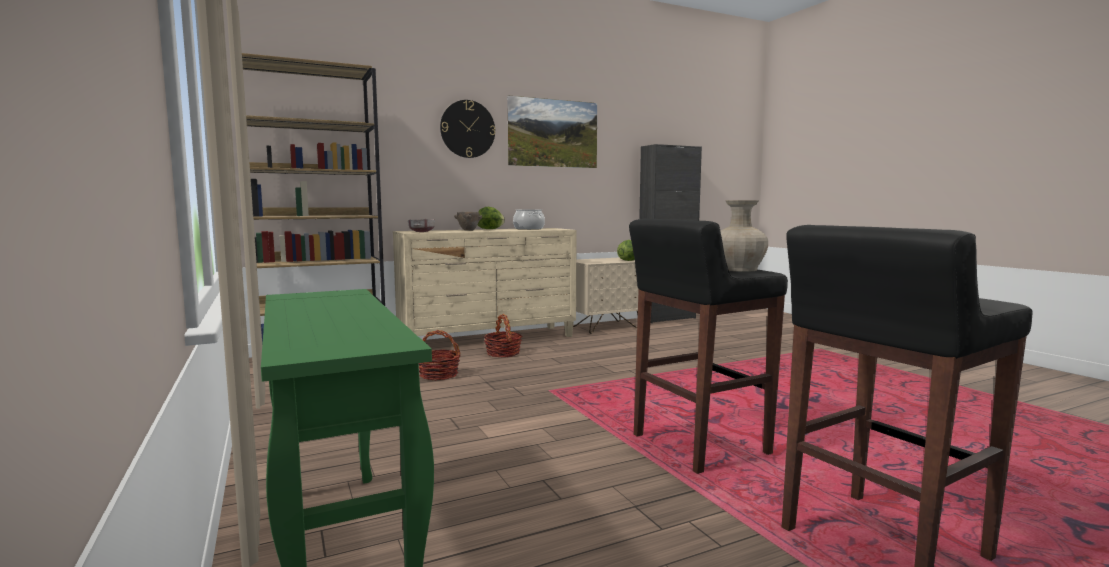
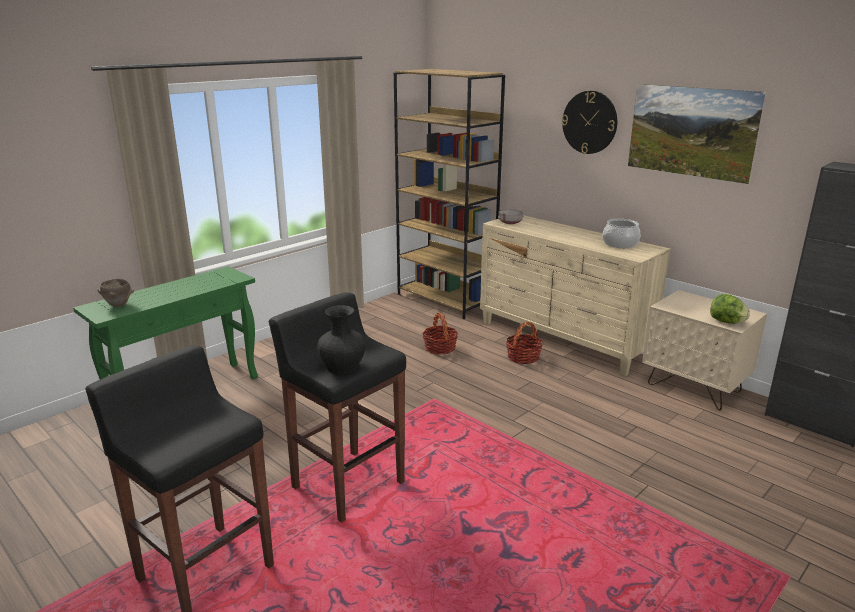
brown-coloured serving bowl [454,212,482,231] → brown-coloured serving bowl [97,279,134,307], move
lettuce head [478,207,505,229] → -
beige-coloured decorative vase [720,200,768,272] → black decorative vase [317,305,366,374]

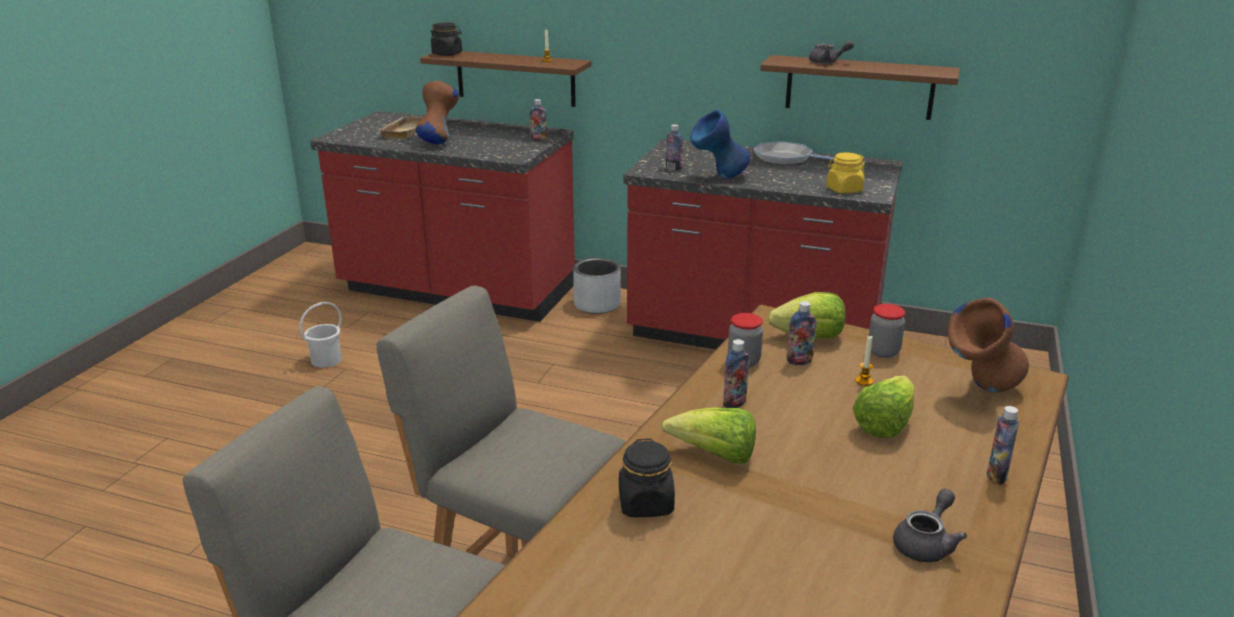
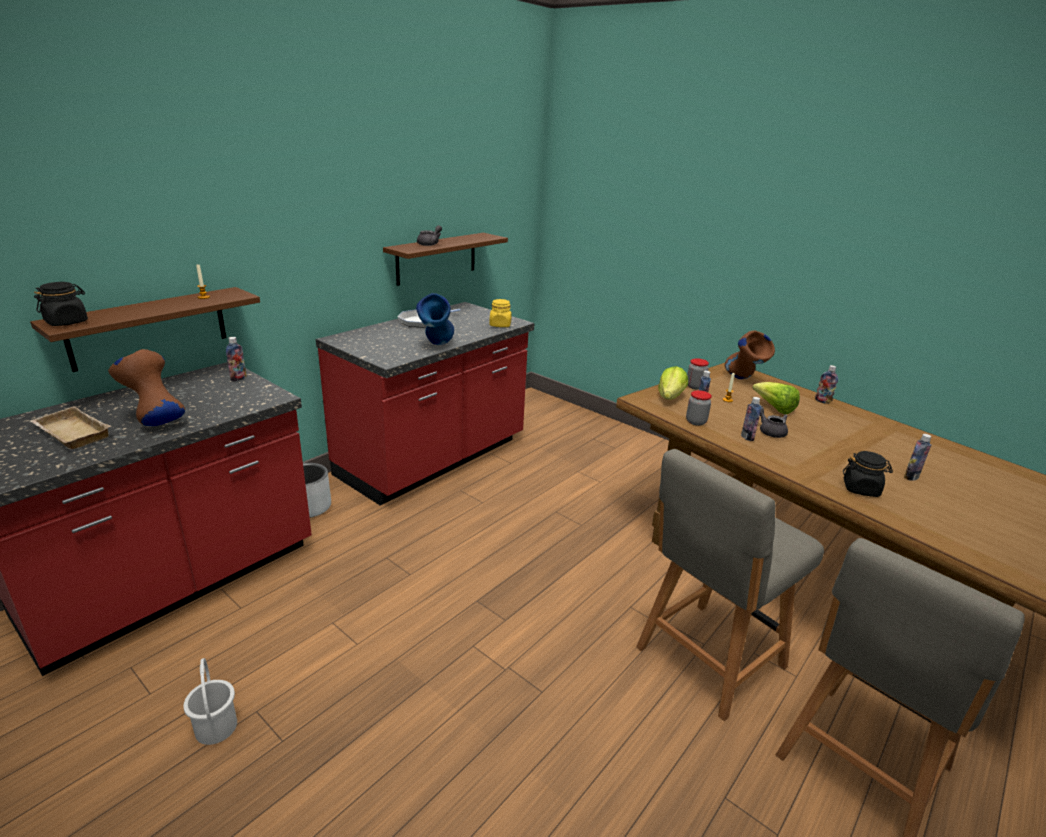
lettuce head [662,407,756,464] → -
drink bottle [666,124,683,171] → drink bottle [904,434,931,481], move
greyish tea pot [893,489,967,562] → greyish tea pot [760,405,788,438], move

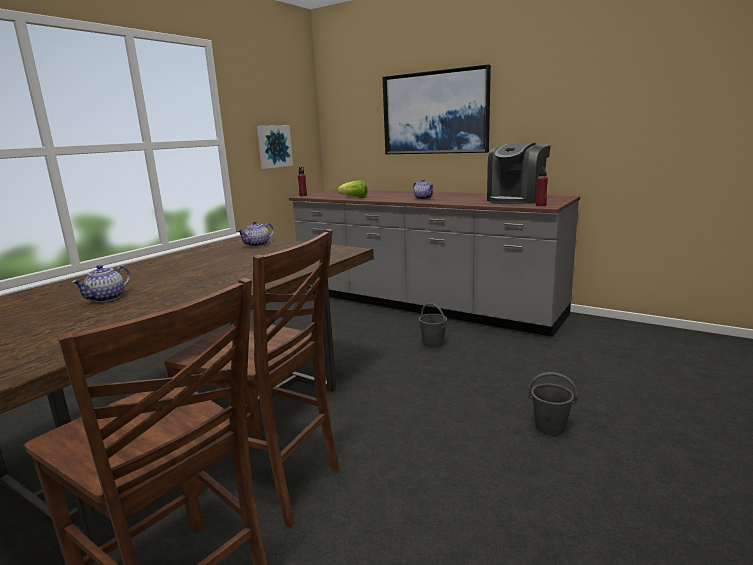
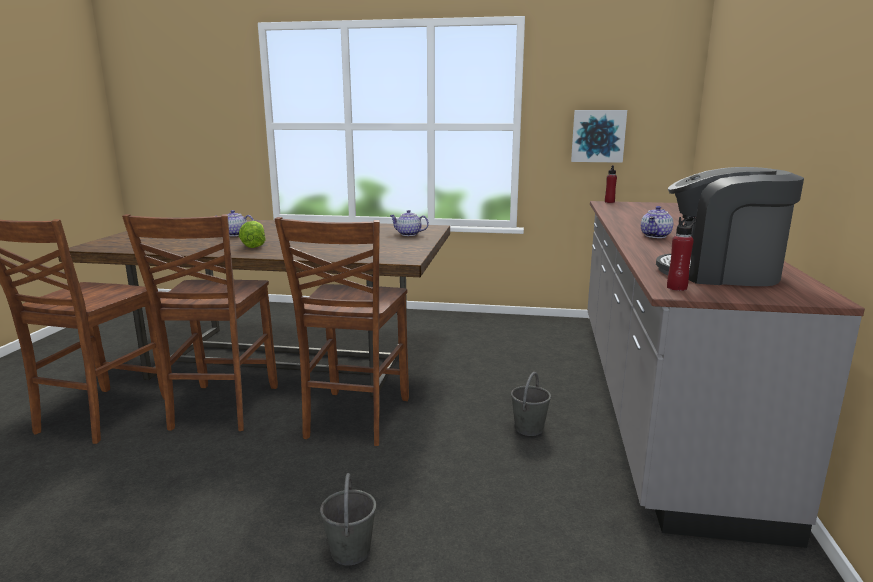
lettuce head [338,180,368,198] → lettuce head [239,221,266,248], move
picture [382,64,491,154] → -
- → brown-coloured upright chair [274,217,409,446]

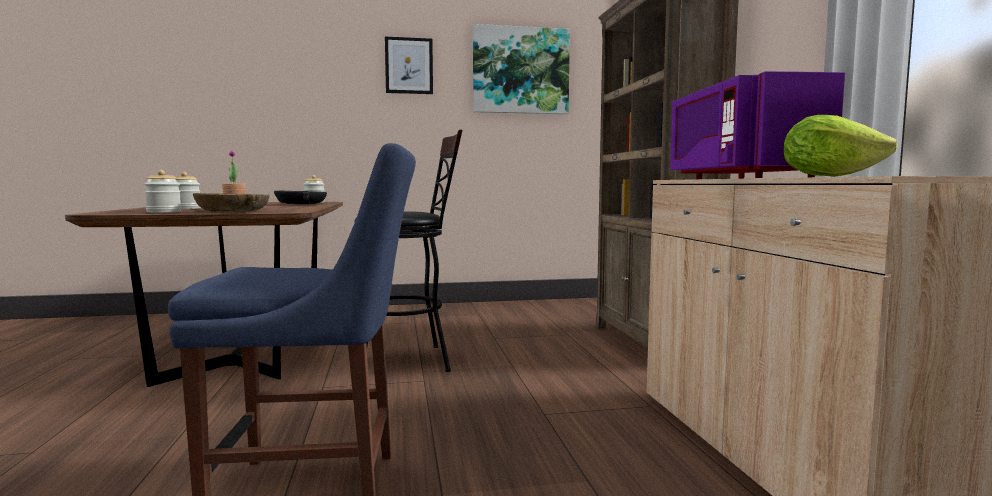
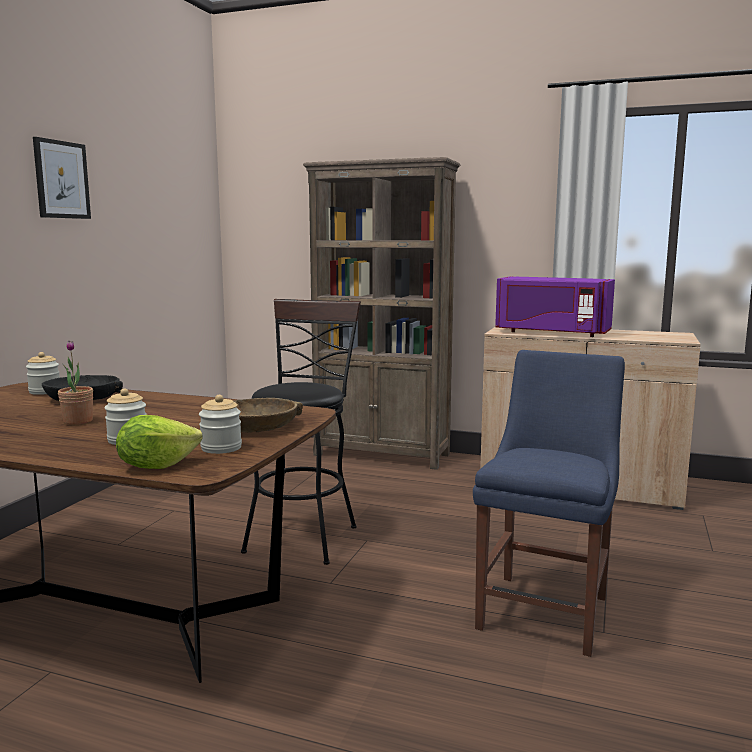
picture [473,24,570,114] → -
lettuce head [783,115,898,177] → lettuce head [116,415,202,469], move

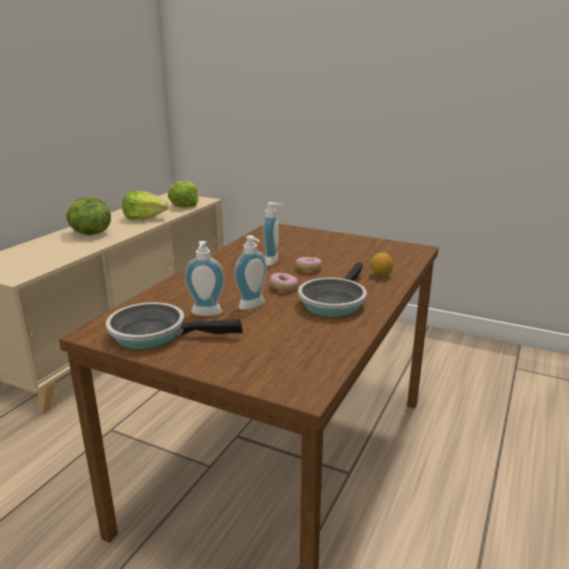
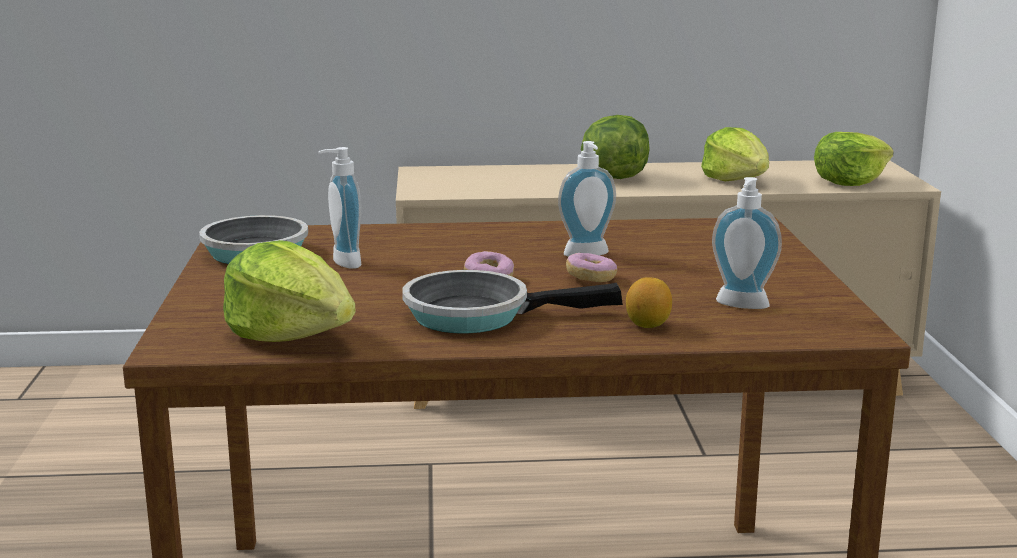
soap dispenser [234,235,267,310] → soap dispenser [712,177,782,309], move
- → lettuce head [223,240,356,342]

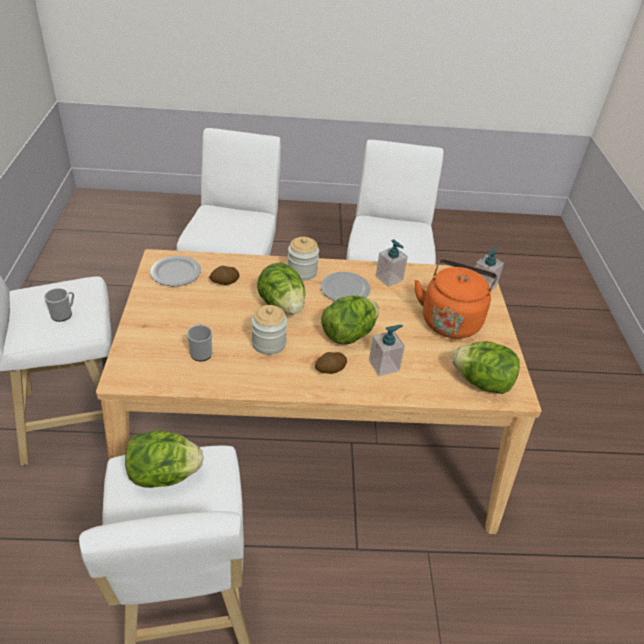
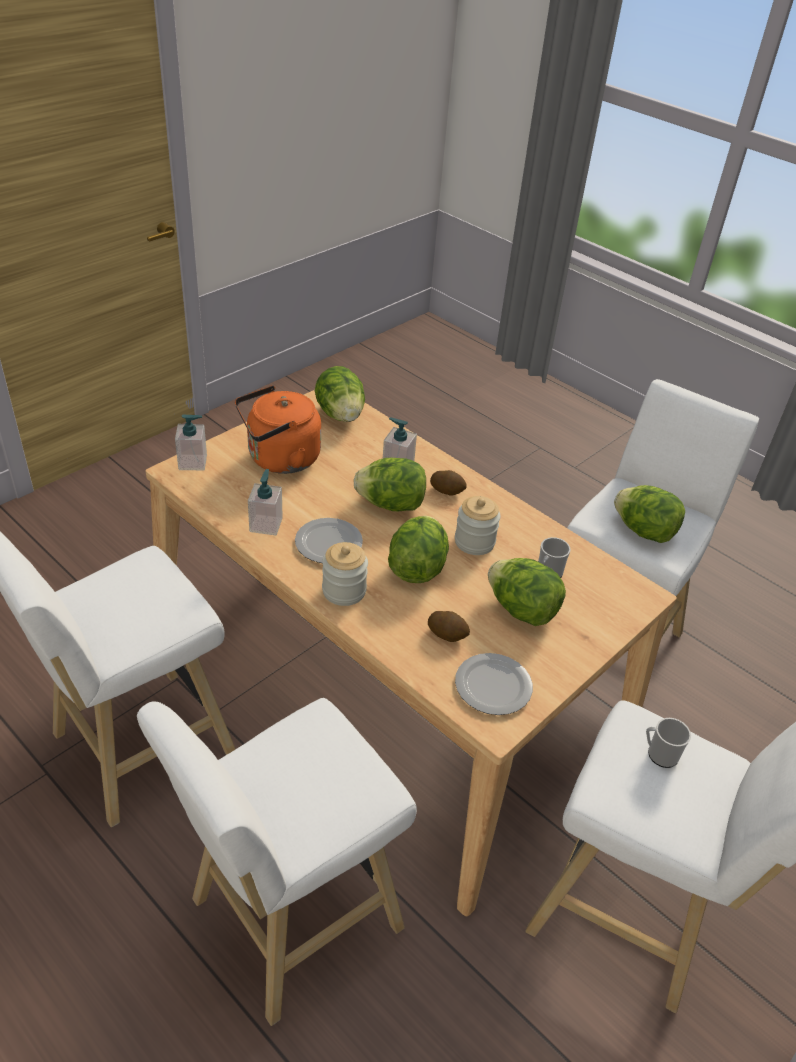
- → lettuce head [488,558,566,626]

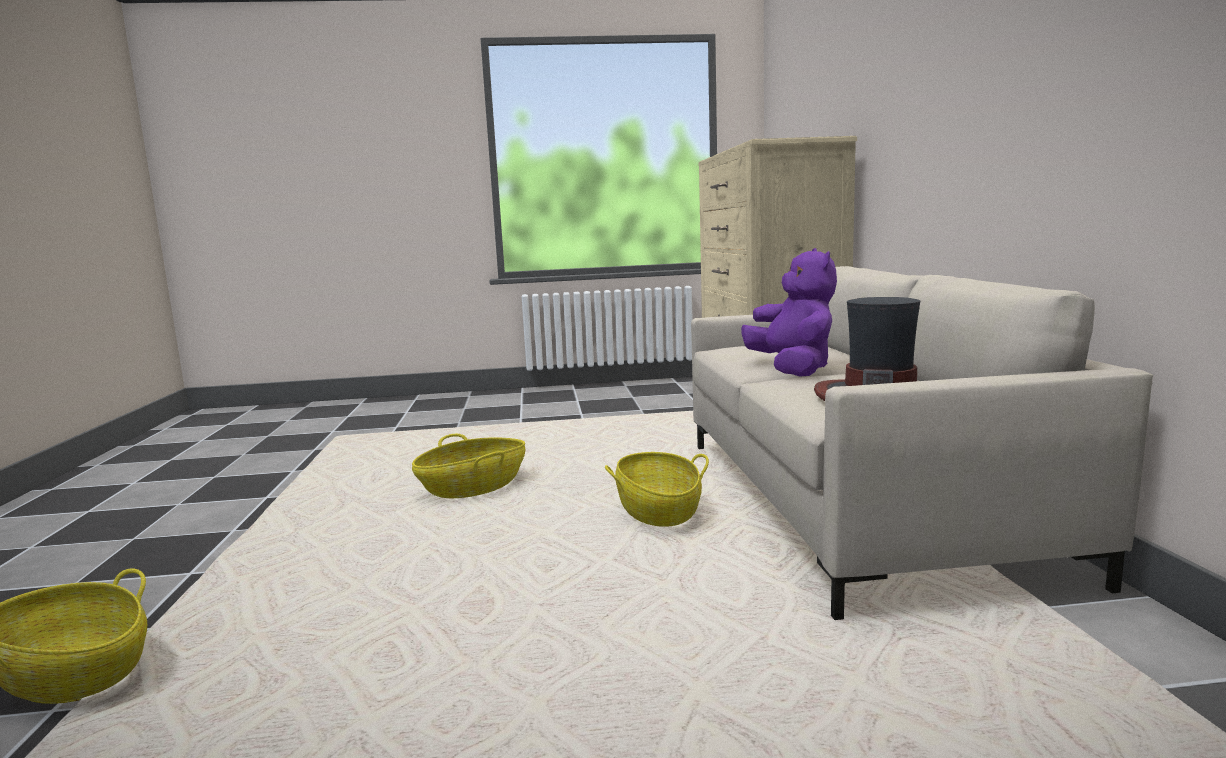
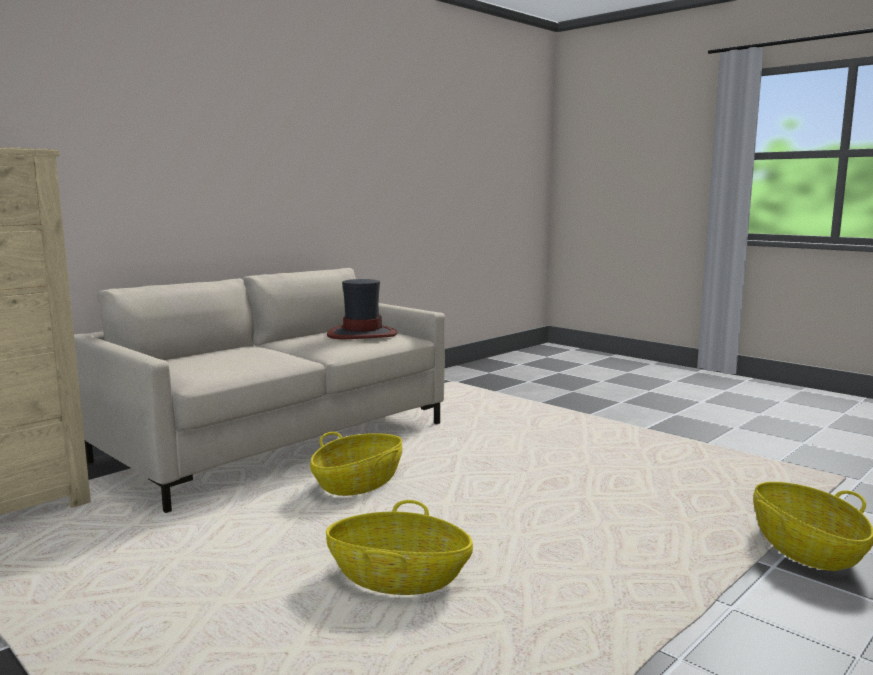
purple plush toy [741,248,837,377] → -

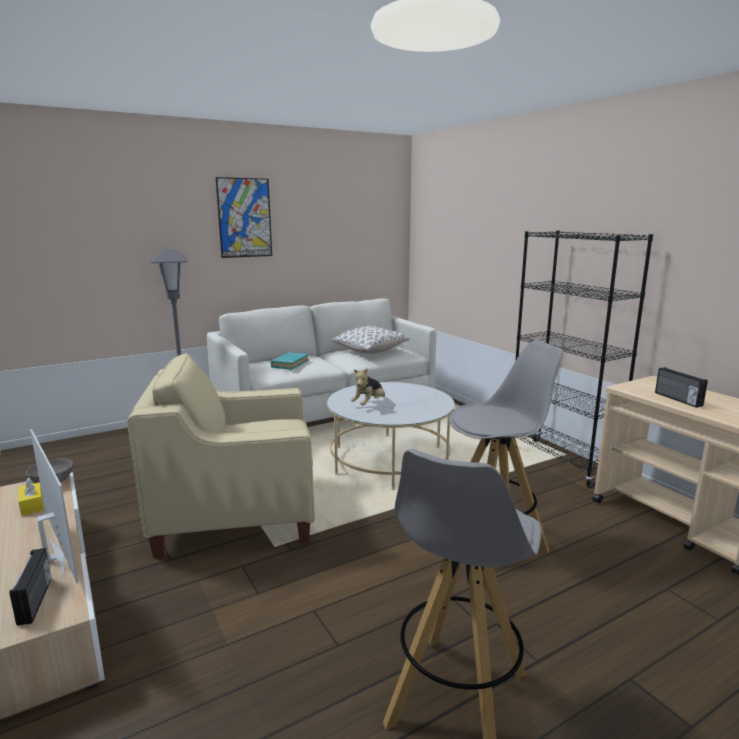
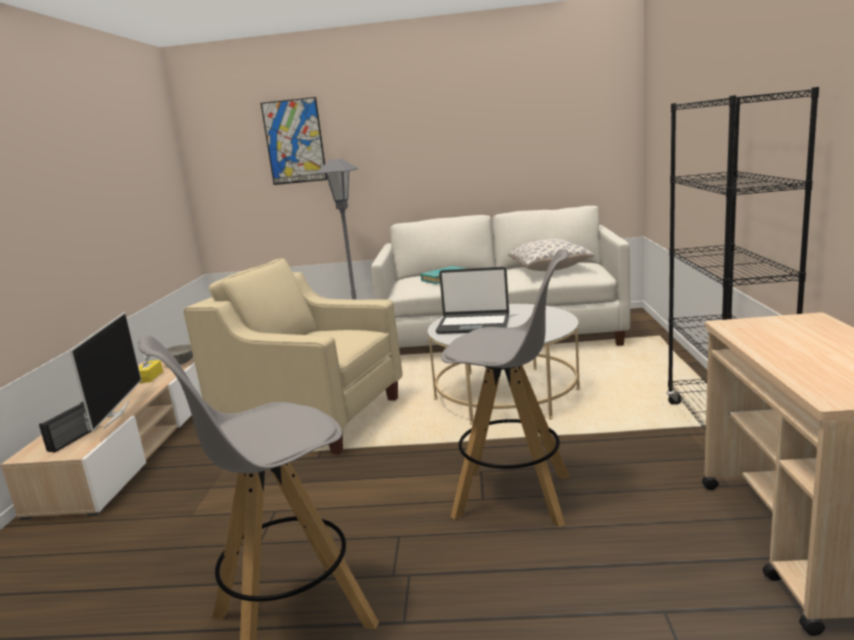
picture [216,177,272,258] → picture [261,97,327,185], move
plush toy [351,368,385,405] → laptop [435,267,509,334]
radio set [655,367,708,408] → -

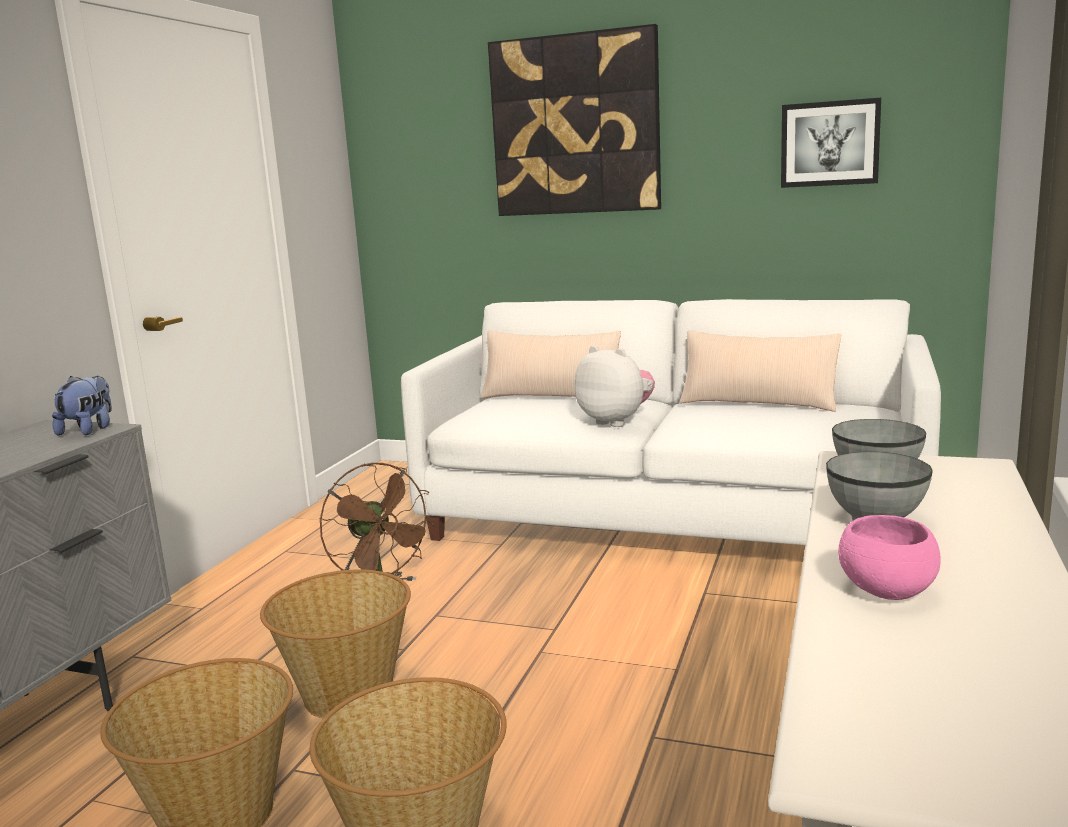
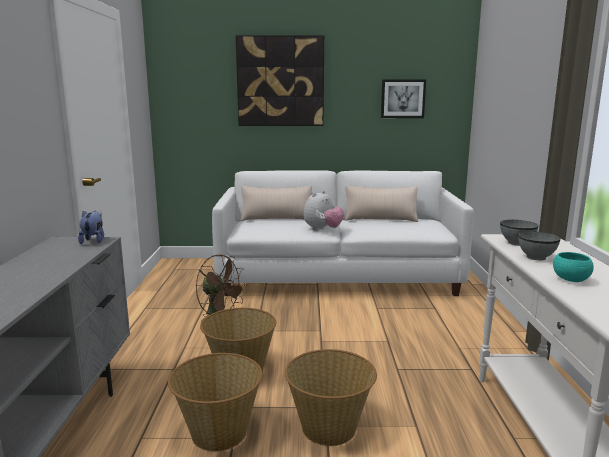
plush toy [574,346,655,427] → plush toy [303,190,344,231], 105 degrees clockwise
pink-coloured serving bowl [838,515,941,600] → turquoise-coloured serving bowl [553,252,594,282]

